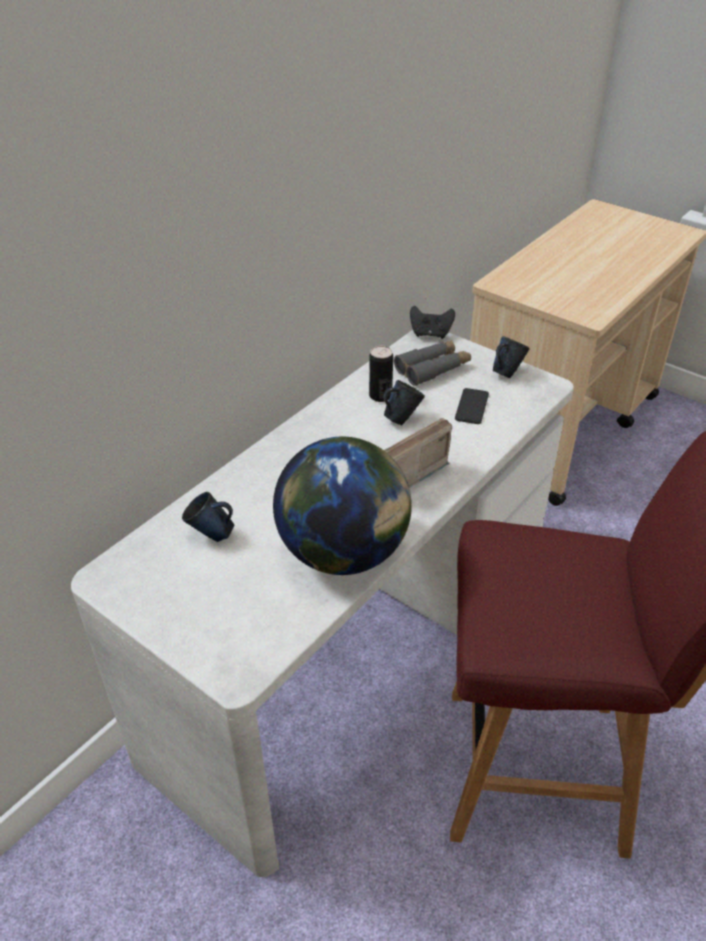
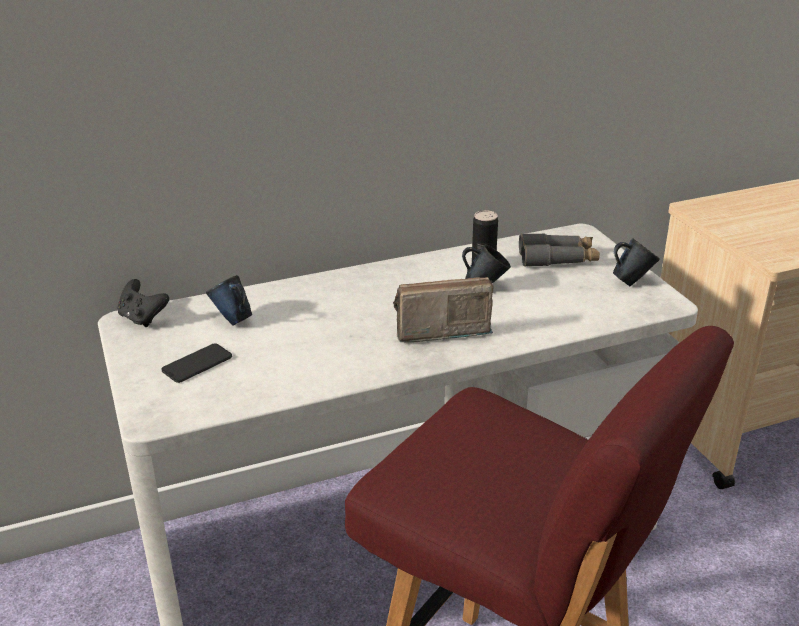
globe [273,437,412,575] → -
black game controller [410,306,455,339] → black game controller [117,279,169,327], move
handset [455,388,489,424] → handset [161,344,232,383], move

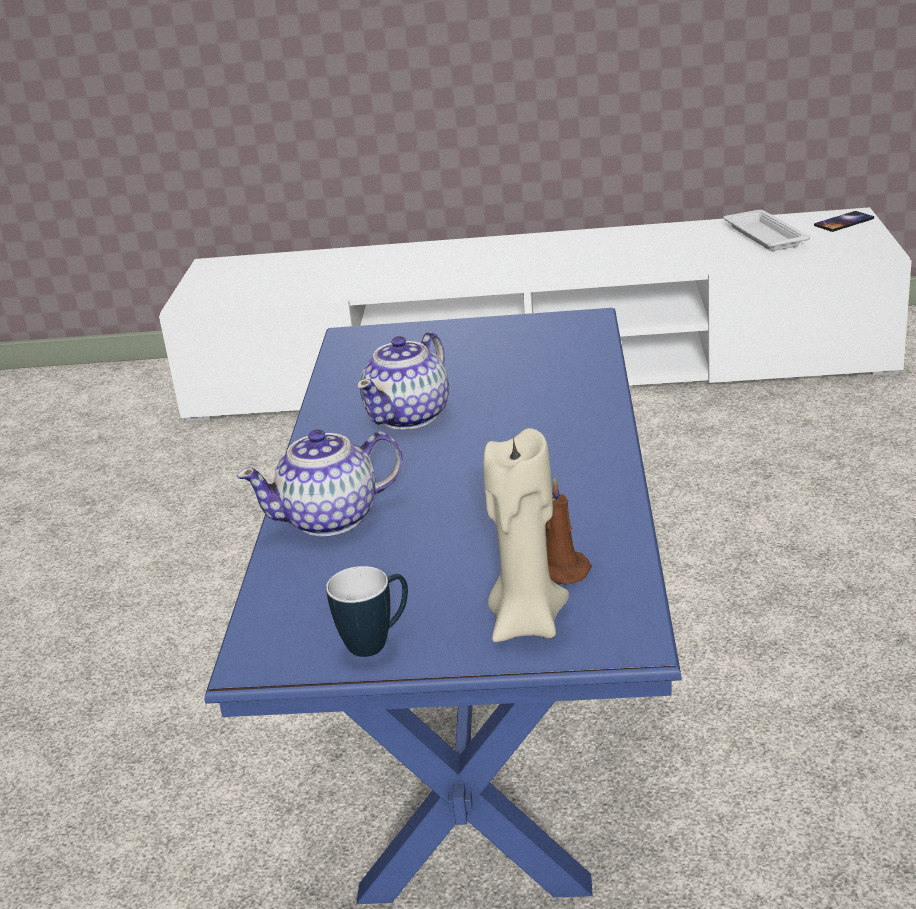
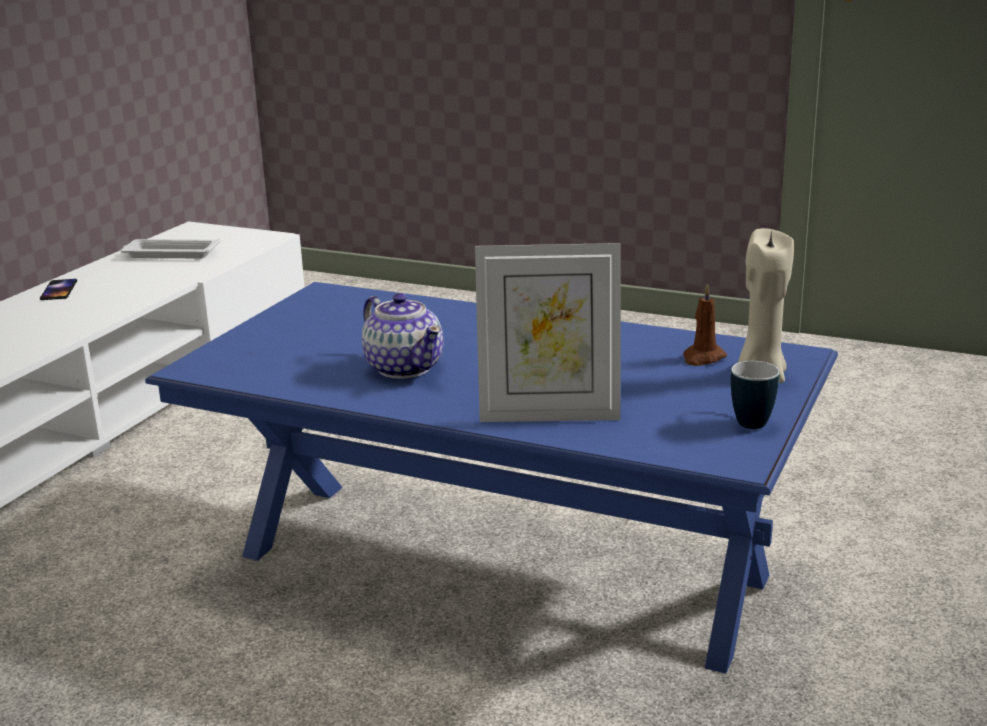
tea pot [236,429,403,536] → standing frame [475,243,621,422]
handset [814,211,874,232] → handset [40,279,77,300], move

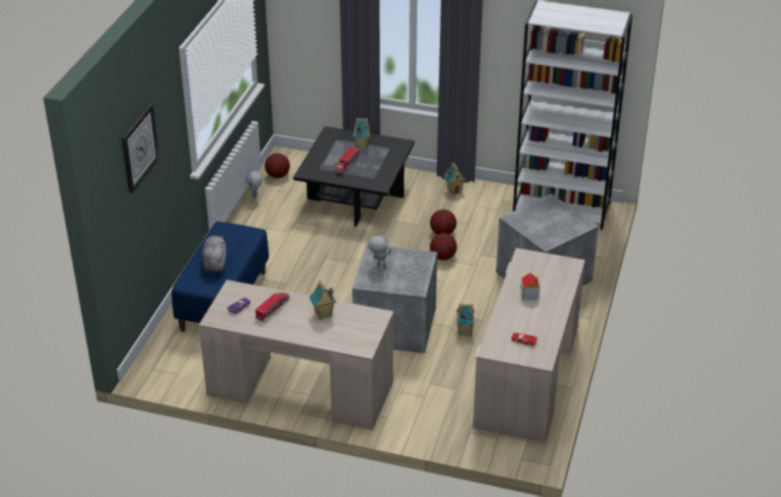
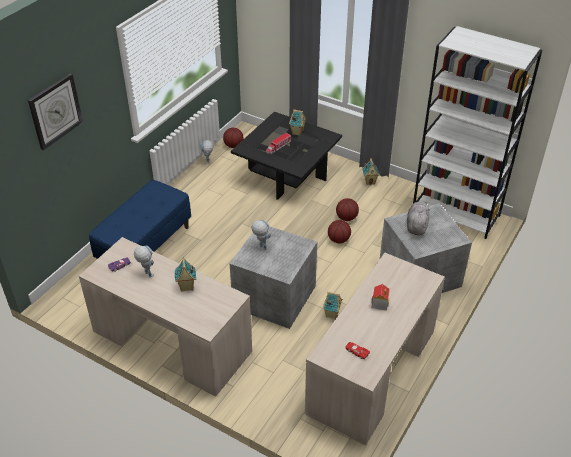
greyish plush toy [202,236,226,272] → greyish plush toy [407,202,430,235], move
toy truck [255,292,289,322] → model robot [134,245,154,277]

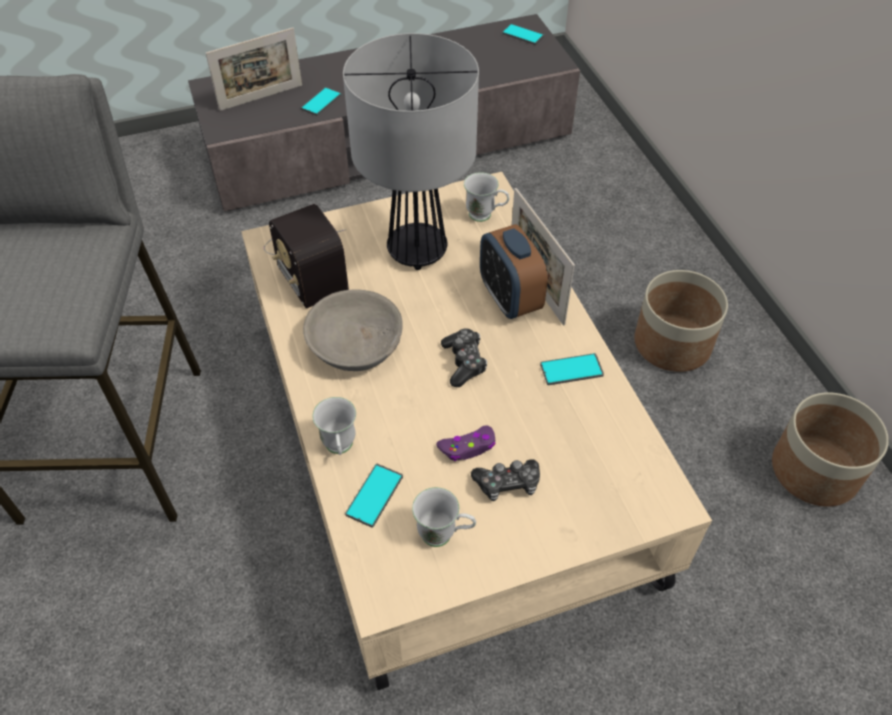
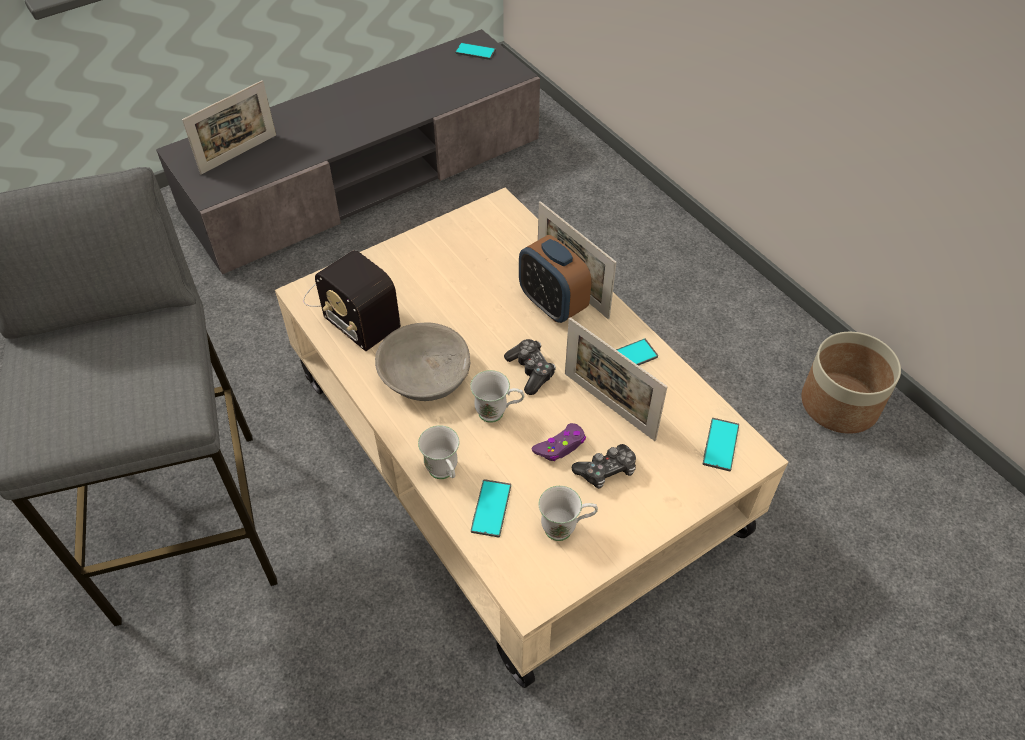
handset [301,87,342,116] → handset [703,418,739,471], move
lamp for a table [343,33,479,270] → -
white-coloured tea mug [464,172,510,222] → white-coloured tea mug [470,370,524,423], move
plant pot [634,270,728,372] → -
- → standing frame [565,317,667,441]

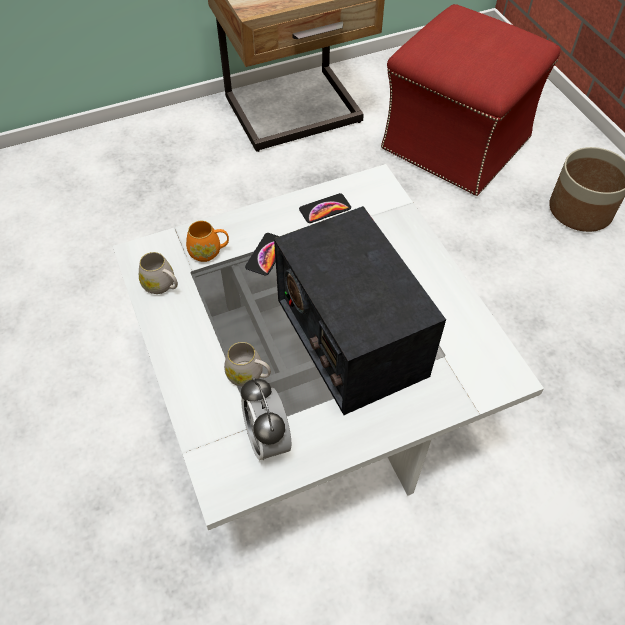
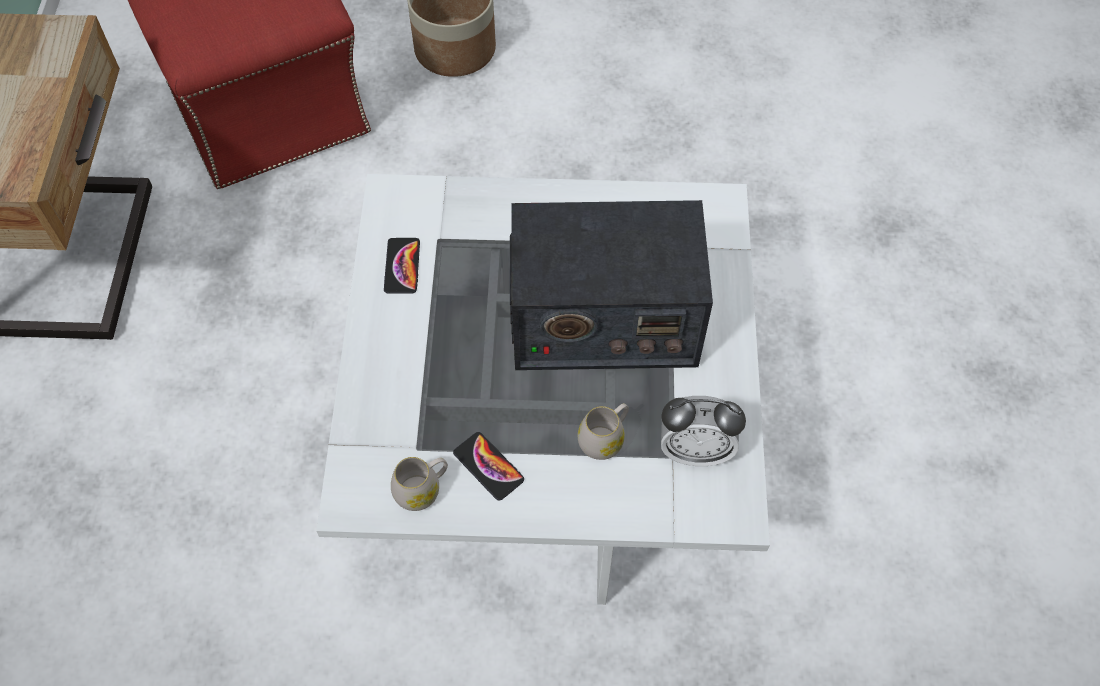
orange-coloured tea mug [186,221,229,262] → -
handset [245,233,279,276] → handset [453,432,524,501], move

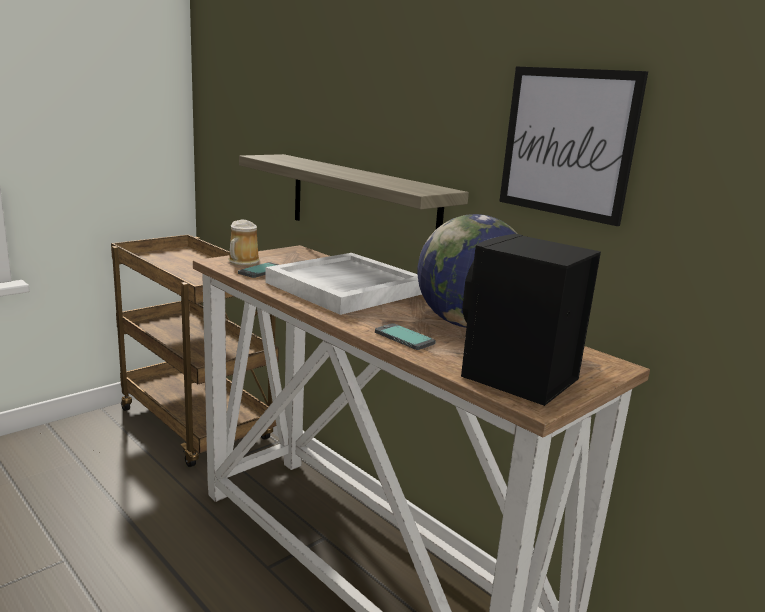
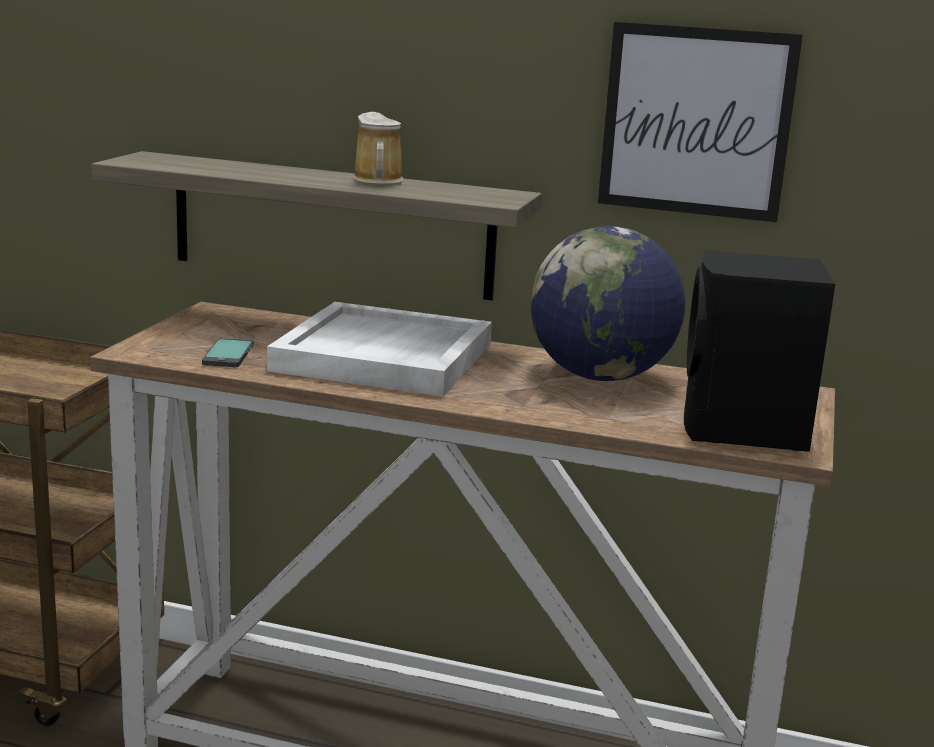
tea mug [228,220,260,265] → tea mug [353,112,404,186], move
handset [375,323,436,350] → -

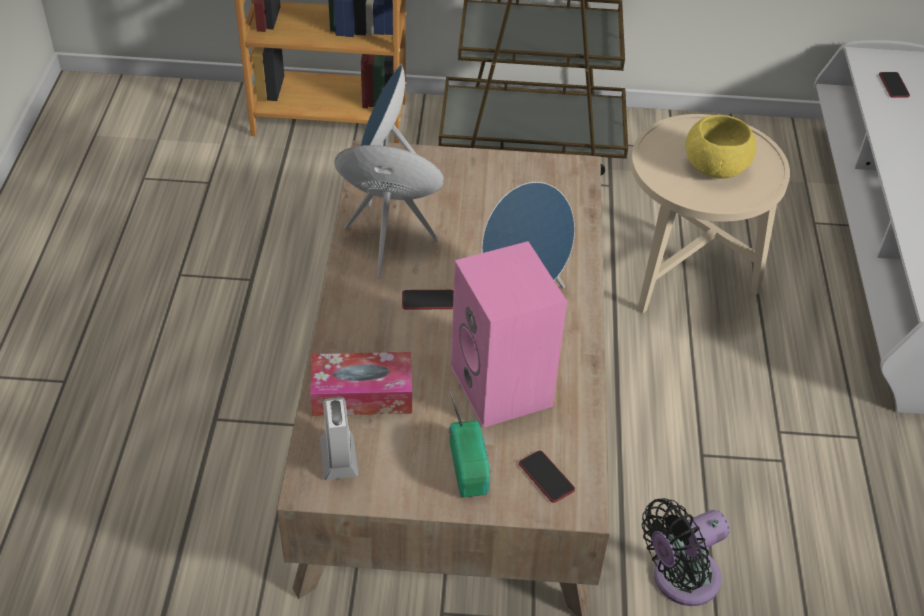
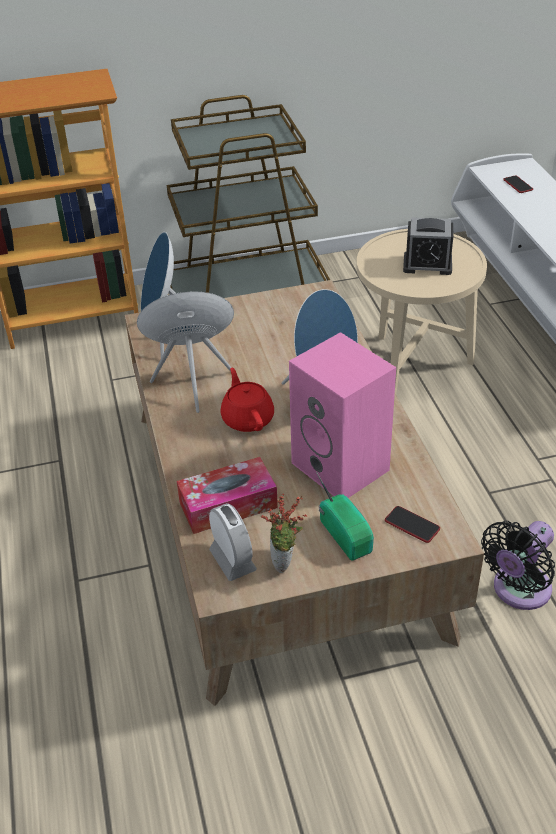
handset [402,290,454,310] → red tea pot [220,367,274,432]
yellow serving bowl [686,115,756,179] → table clock [403,217,453,275]
- → houseplant [261,493,307,573]

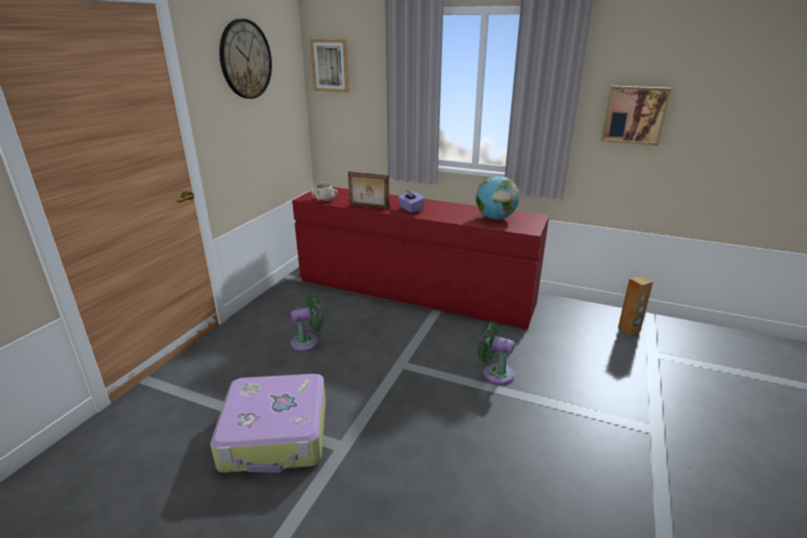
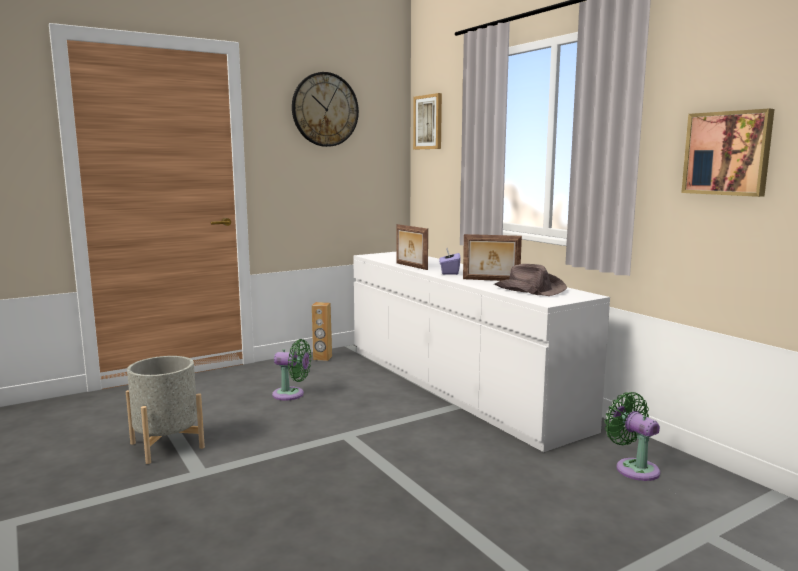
piece of luggage [210,374,326,473] → greyish plant pot [126,356,205,464]
red chest of drawers [292,187,549,329] → white-coloured chest of drawers [353,252,610,452]
beige-coloured tea pot [307,182,338,202] → -
globe [476,176,519,220] → brown-coloured wearable hat [494,264,567,296]
greenish electric fan [478,321,515,385] → greenish electric fan [605,392,660,481], move
brown-coloured audio speaker [618,276,653,335] → brown-coloured audio speaker [312,302,332,361], move
- → standing frame [463,234,522,281]

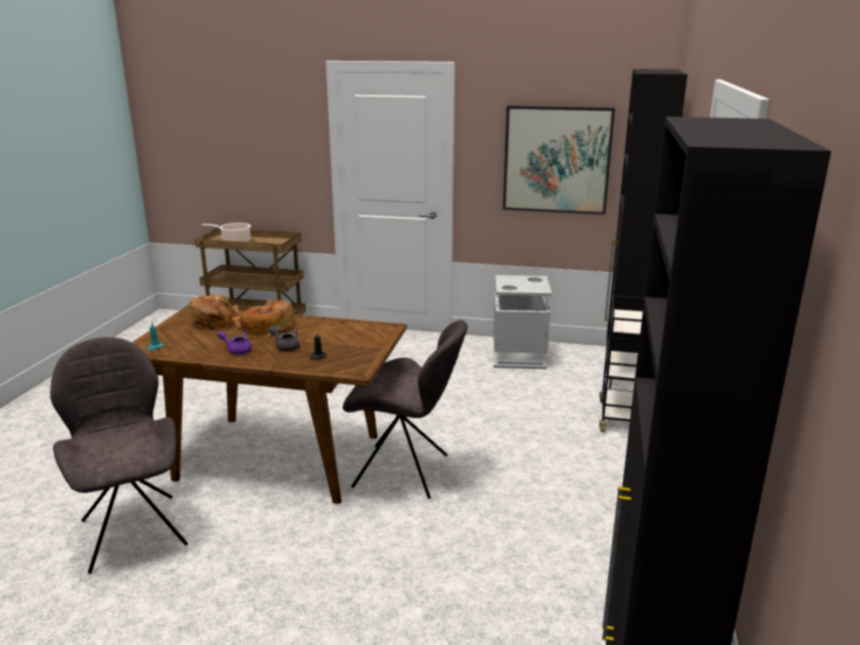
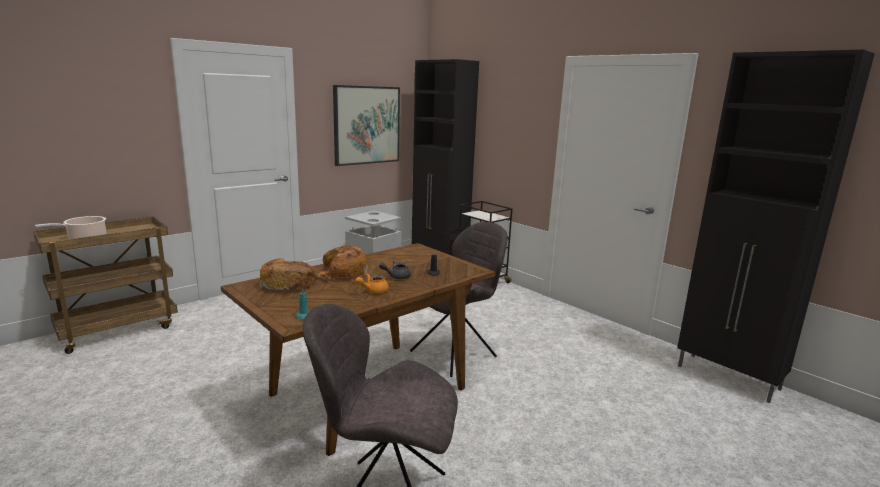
purple tea pot [217,331,252,355] → orange-coloured tea pot [355,273,389,293]

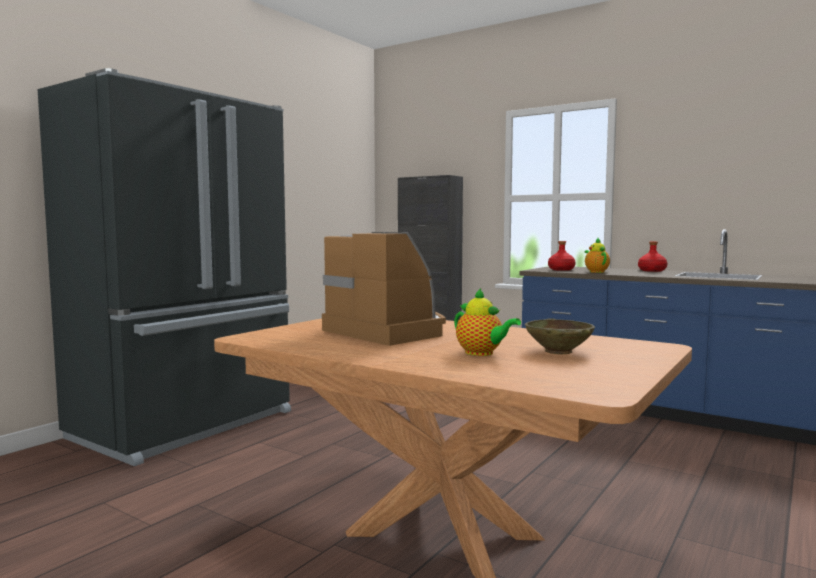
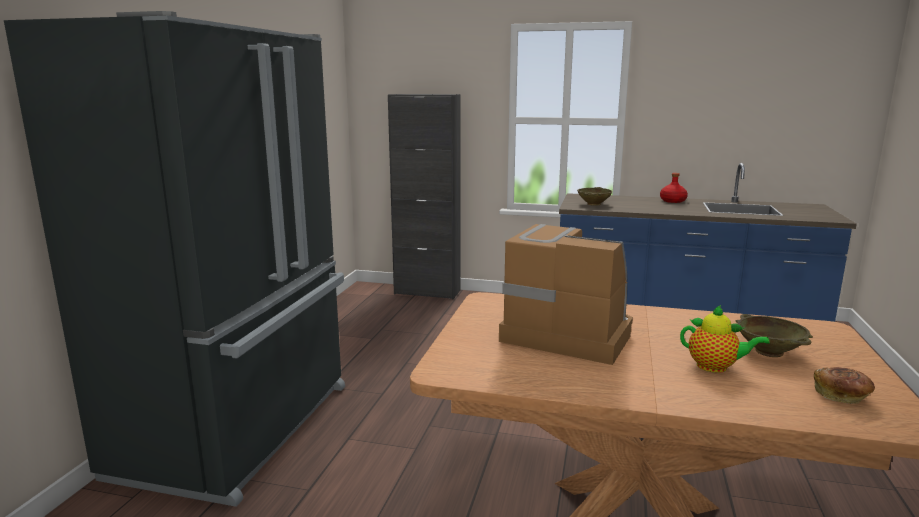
red drink bottle [548,241,576,271] → beige-coloured serving bowl [577,187,612,206]
tea pot [585,238,610,273] → -
- → bread [814,367,875,404]

